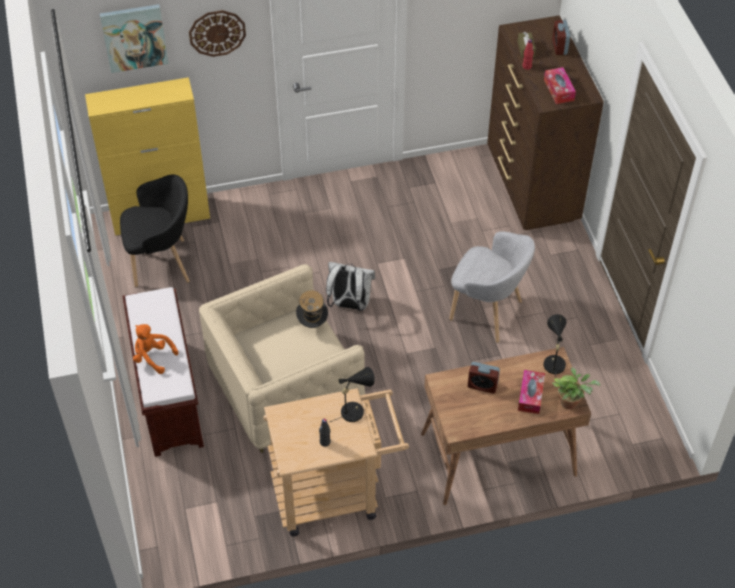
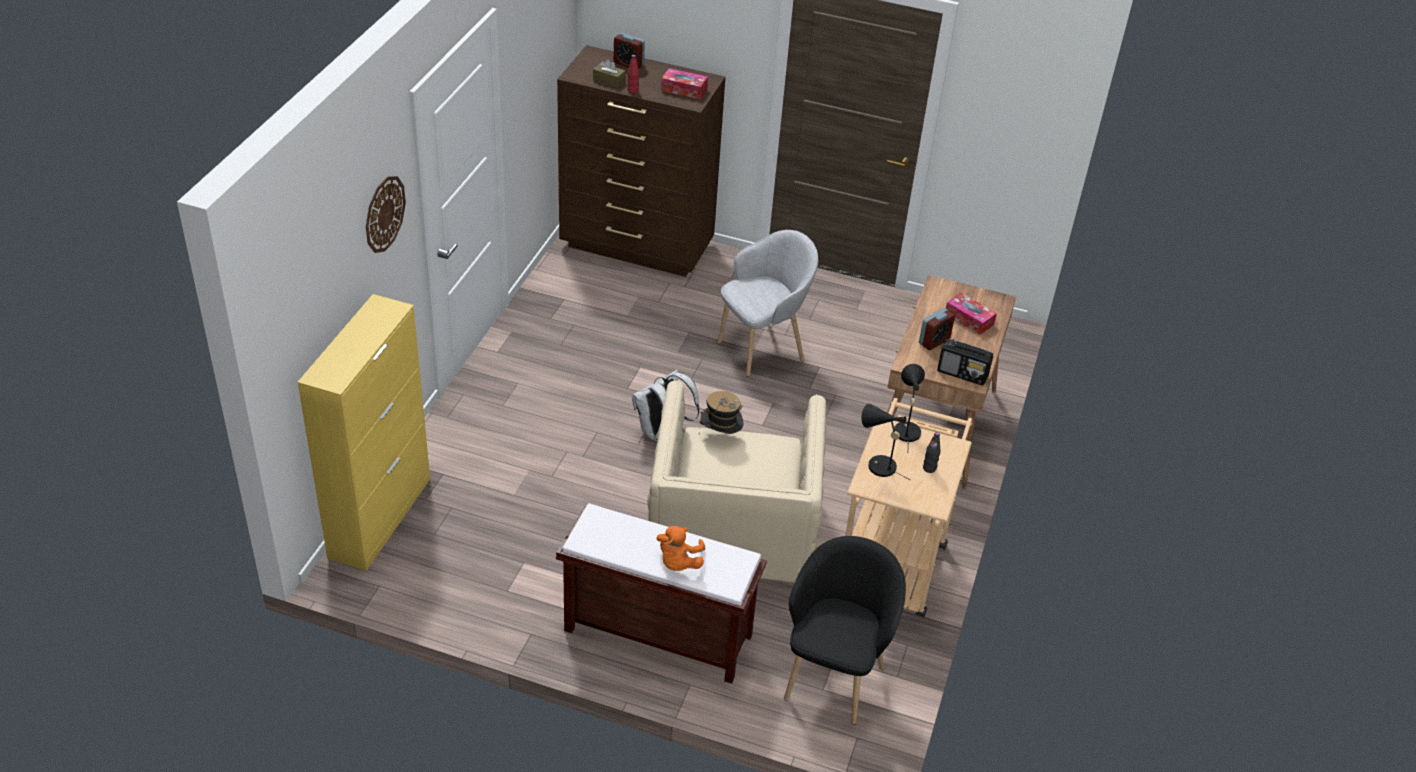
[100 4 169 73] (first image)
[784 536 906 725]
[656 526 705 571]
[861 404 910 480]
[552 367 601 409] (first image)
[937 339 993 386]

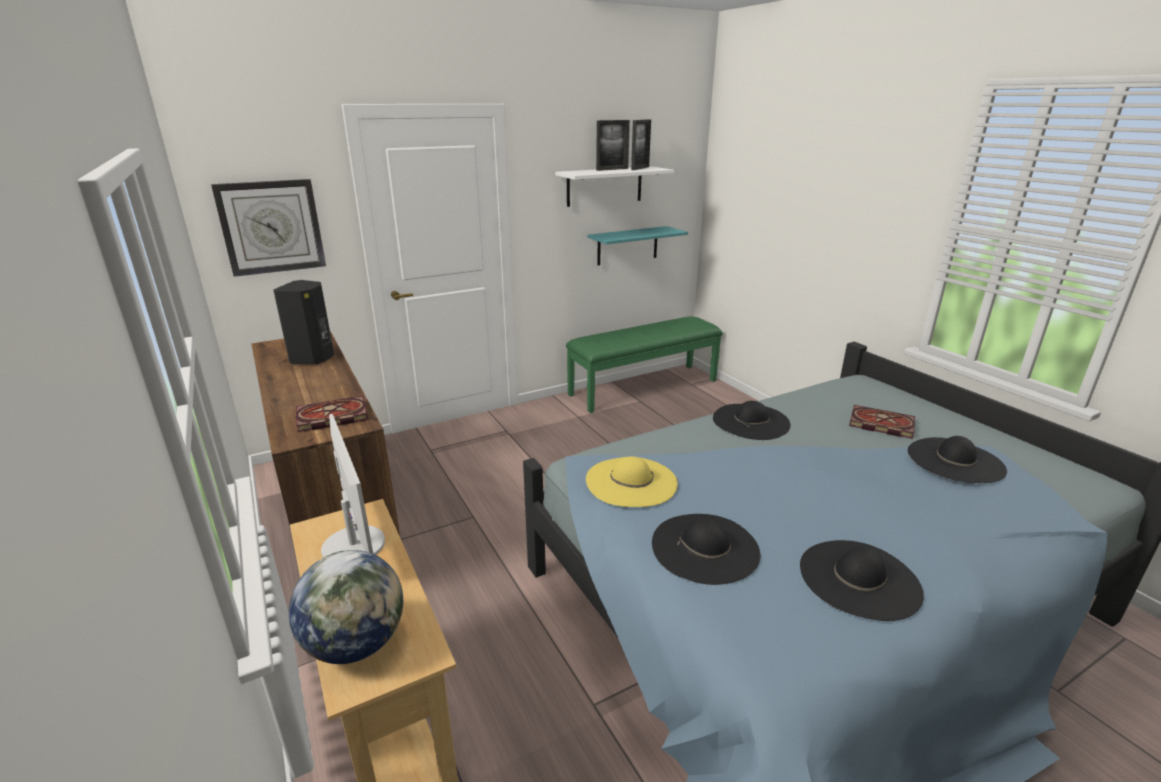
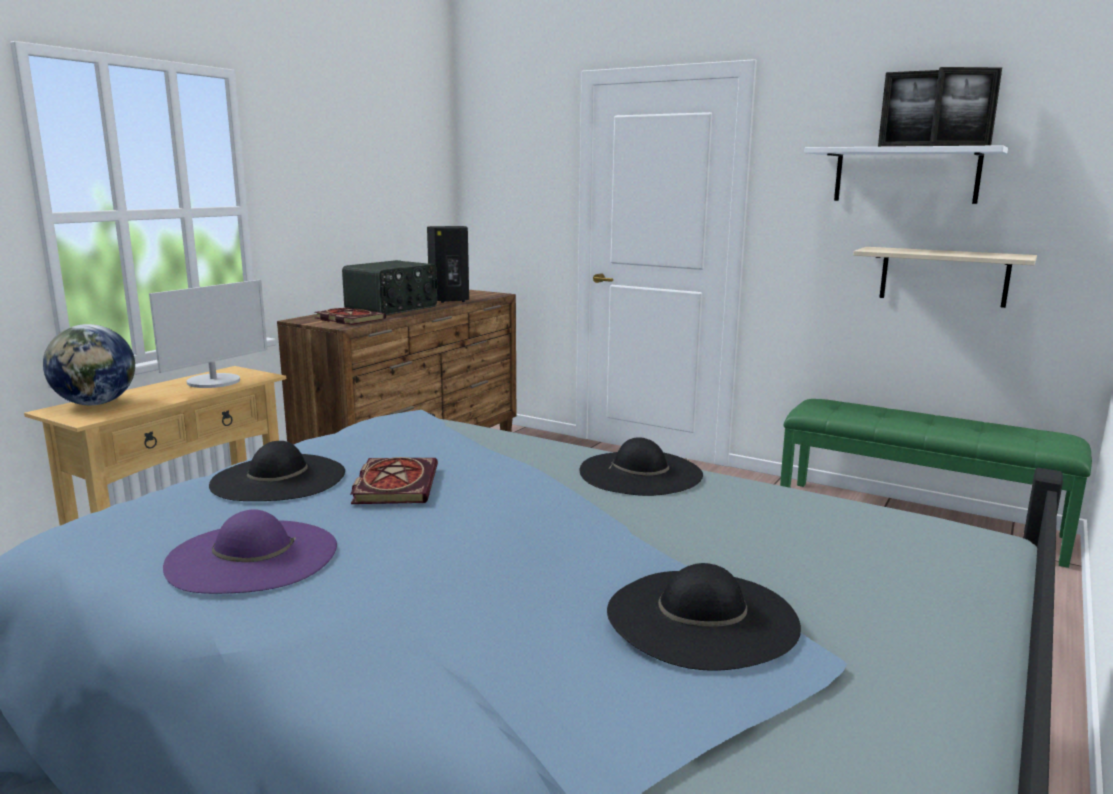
[211 179 326 277] (first image)
[586 456 678 507] (first image)
[853 247 1037 308]
[163 510 337 594]
[350 457 438 504]
[342 260 437 315]

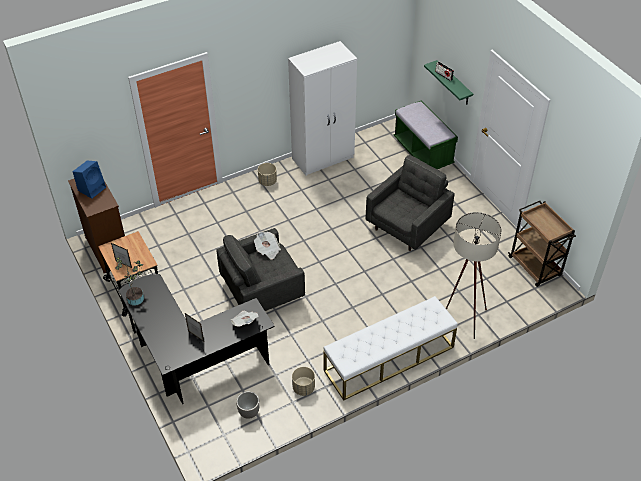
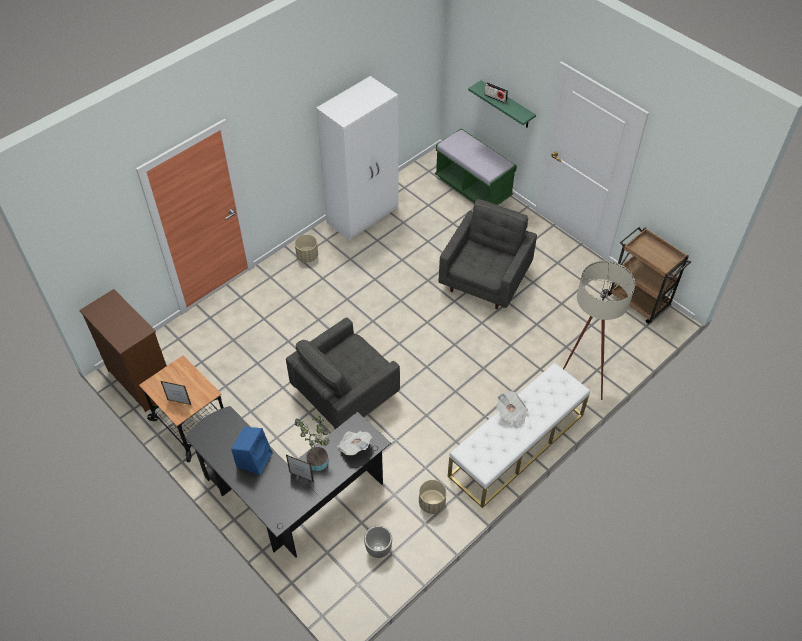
[231 427 273 475]
[295 416 330 471]
[497 391 528 427]

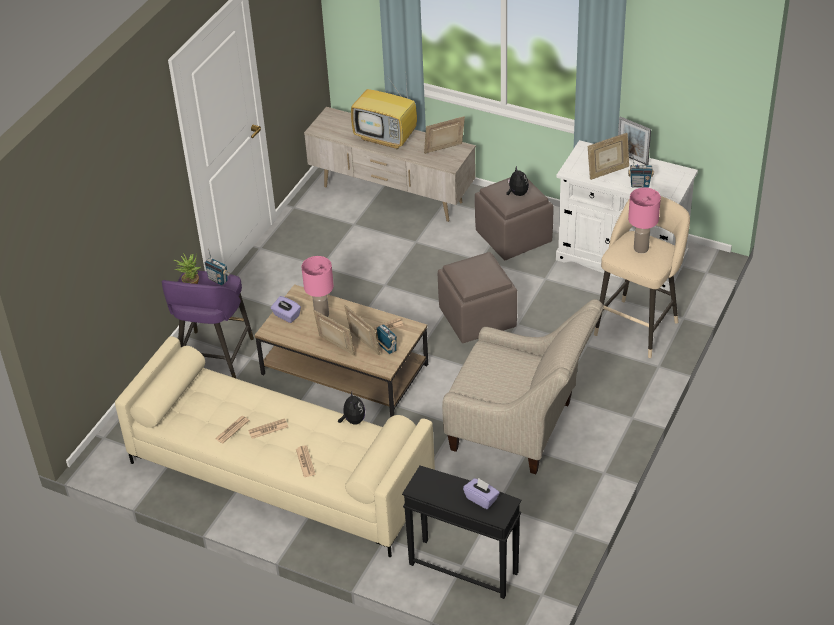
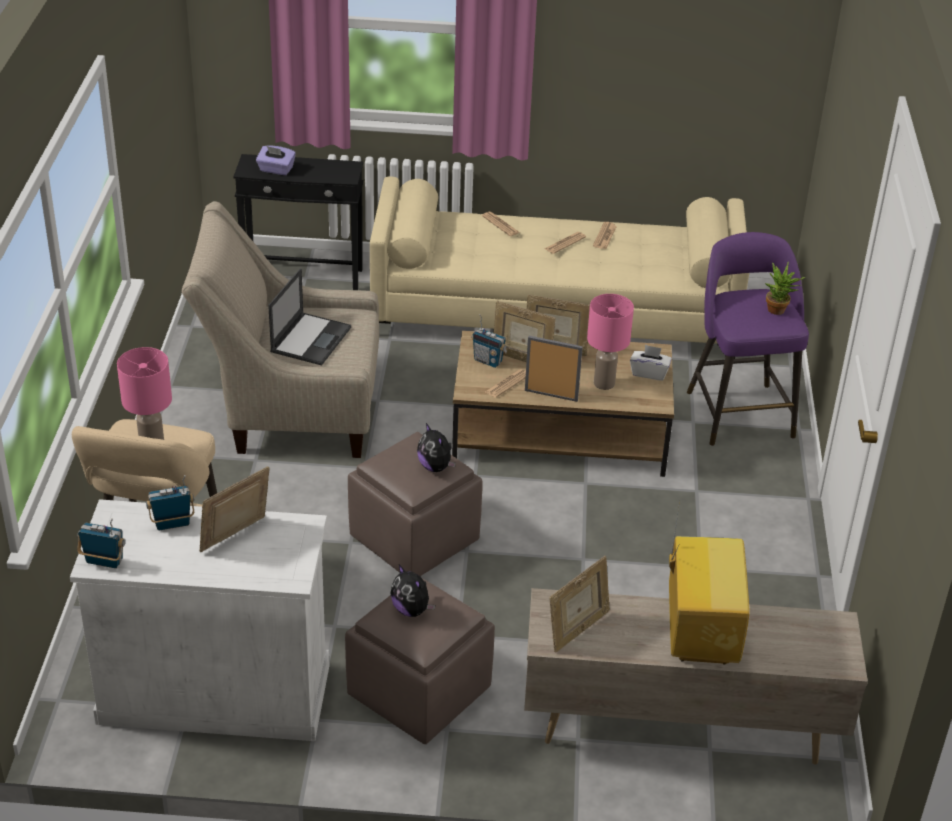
[77 518 126 568]
[630 345 672 381]
[417 423 456 472]
[669 501 750 665]
[525 336 583 402]
[268 268 351 366]

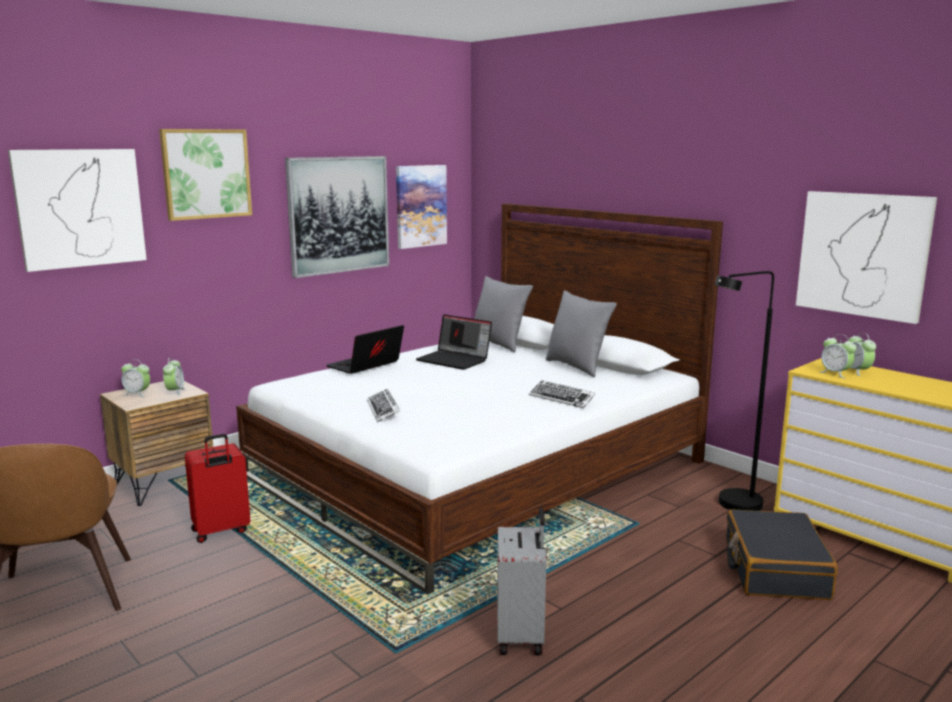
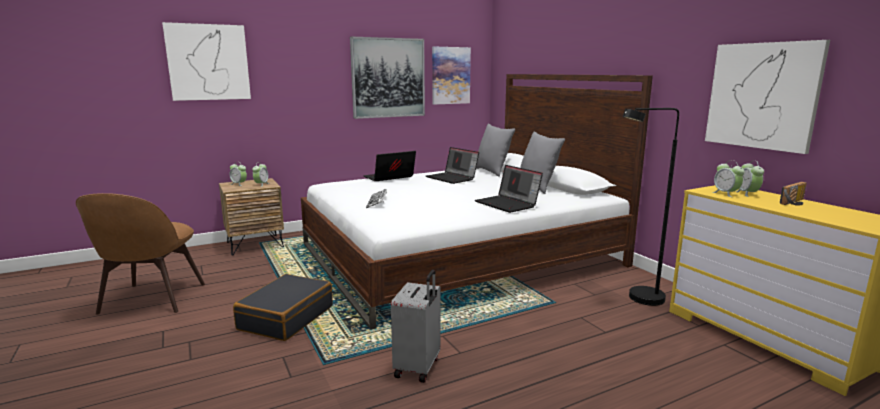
[159 129 252 221] (first image)
[185 434 250 543] (first image)
[475 165 543 213]
[233 274 333 341]
[780 182 807 206]

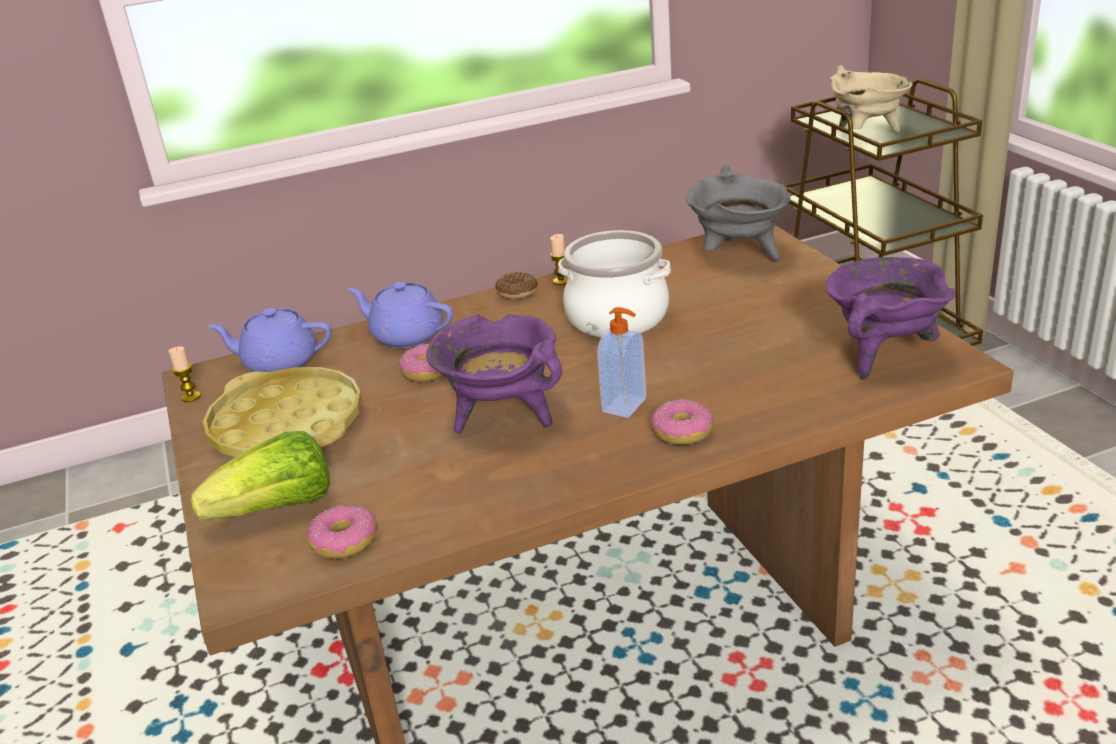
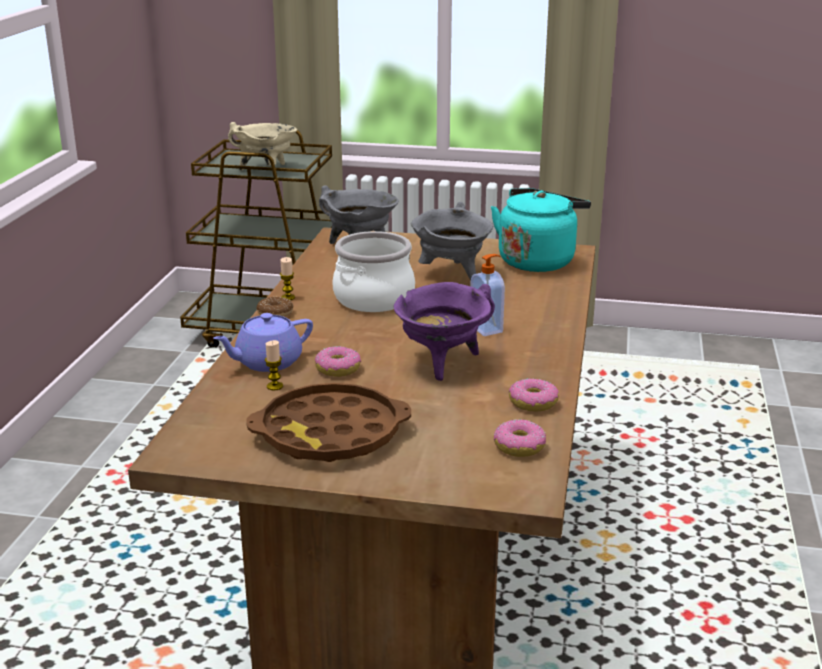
[265 340 283 390]
[191 431 330 521] (first image)
[246 383 411 462]
[207 308 332 372] (first image)
[508 378 559 411]
[491 188 591 272]
[411 202 493 280]

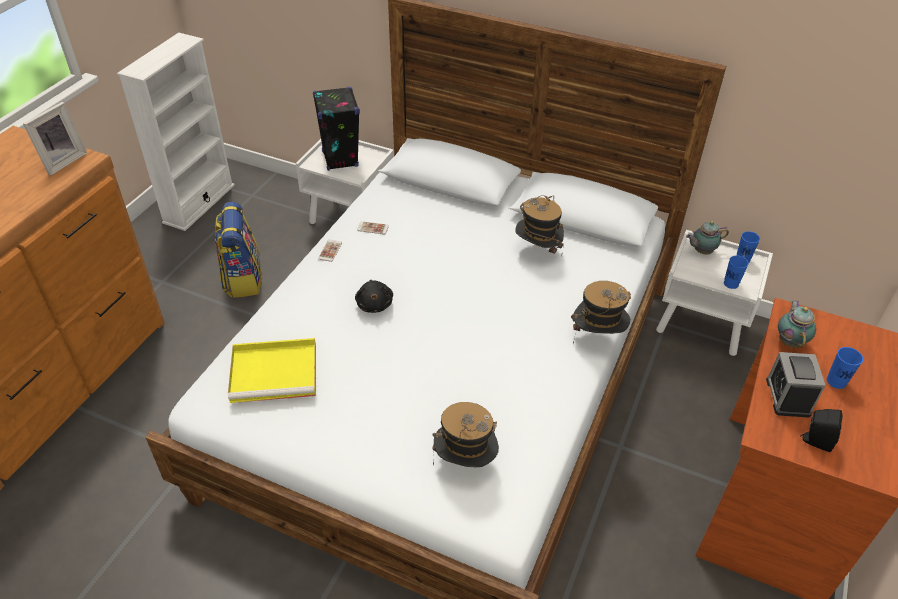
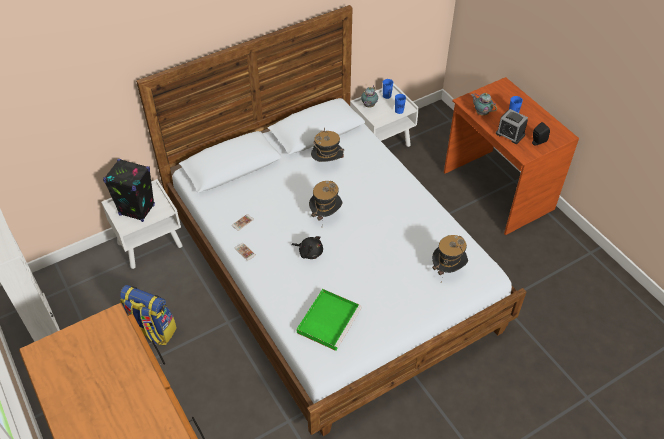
[23 102 87 176] (first image)
[297 289 362 351]
[309 181 343 221]

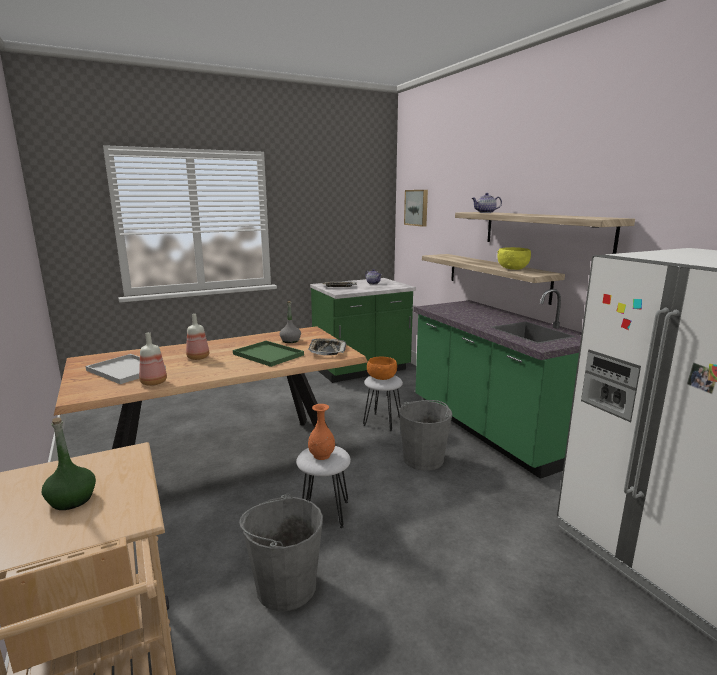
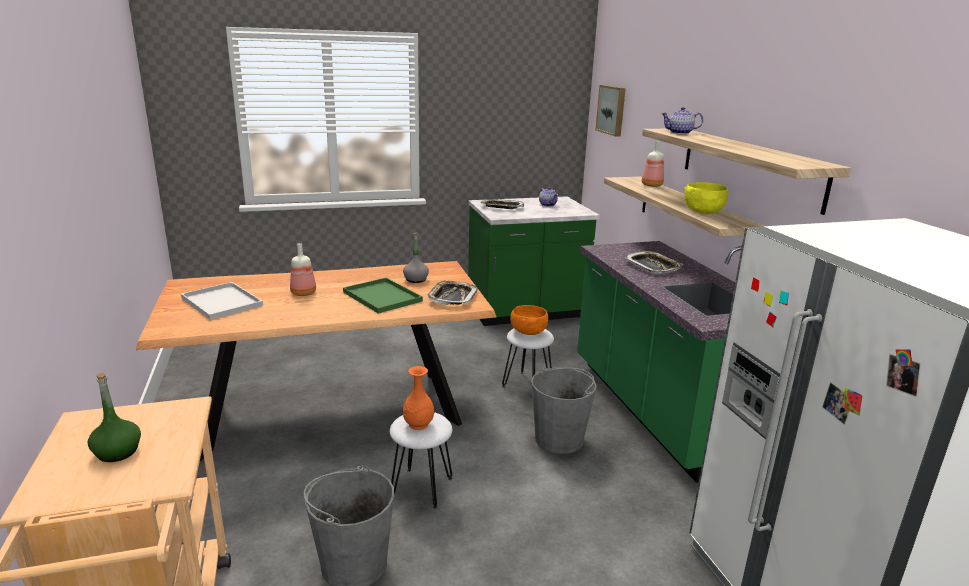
[642 141 664 187]
[624 251 684 274]

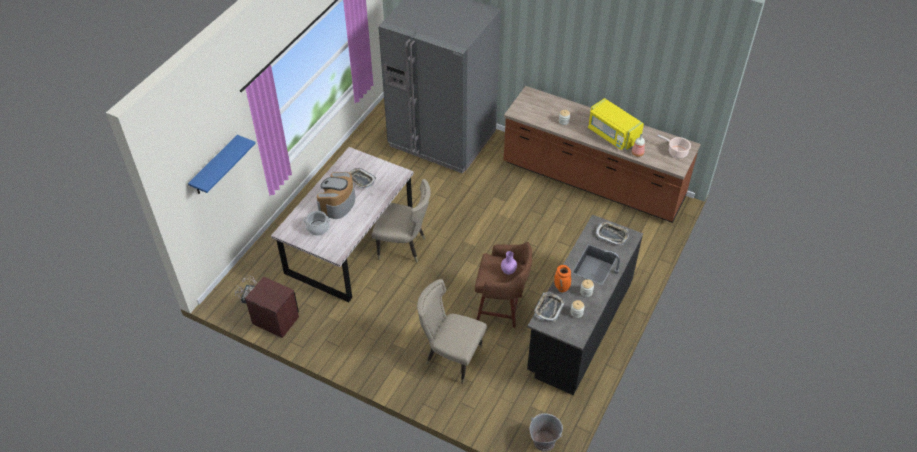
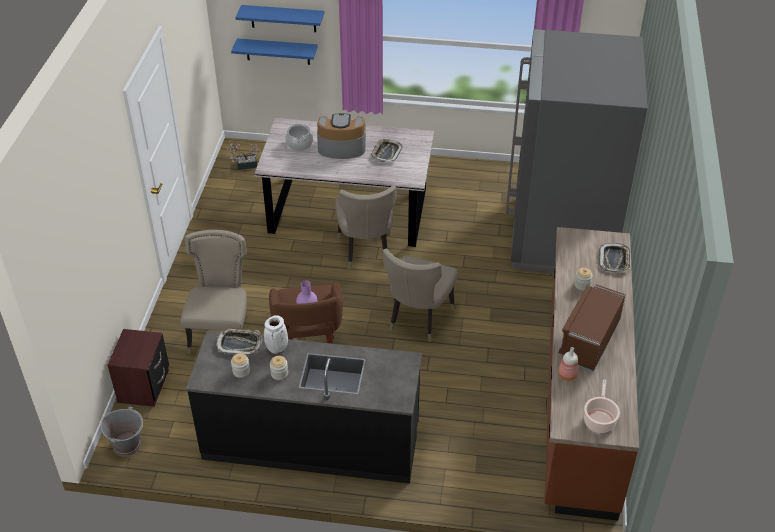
[107 329 169 407]
[264 315 288 354]
[559 284 626 372]
[599 243 630 273]
[231 38 318 65]
[383 249 458 342]

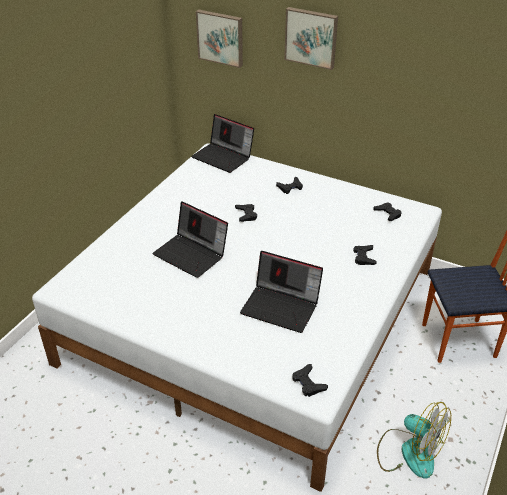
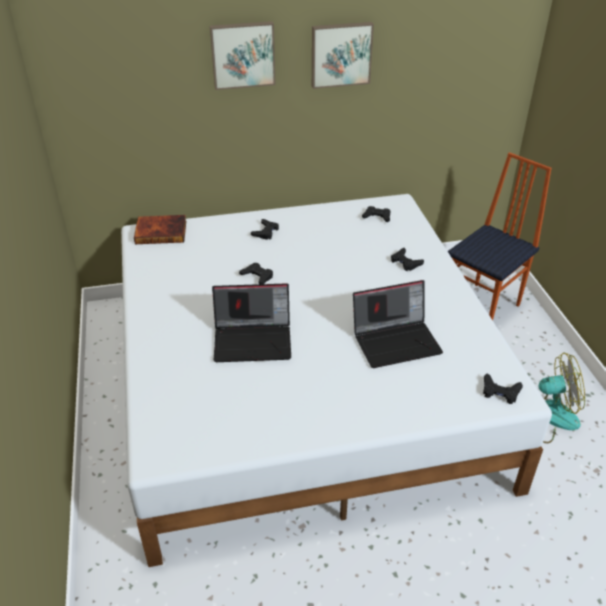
[134 215 186 244]
[312 22 374 89]

